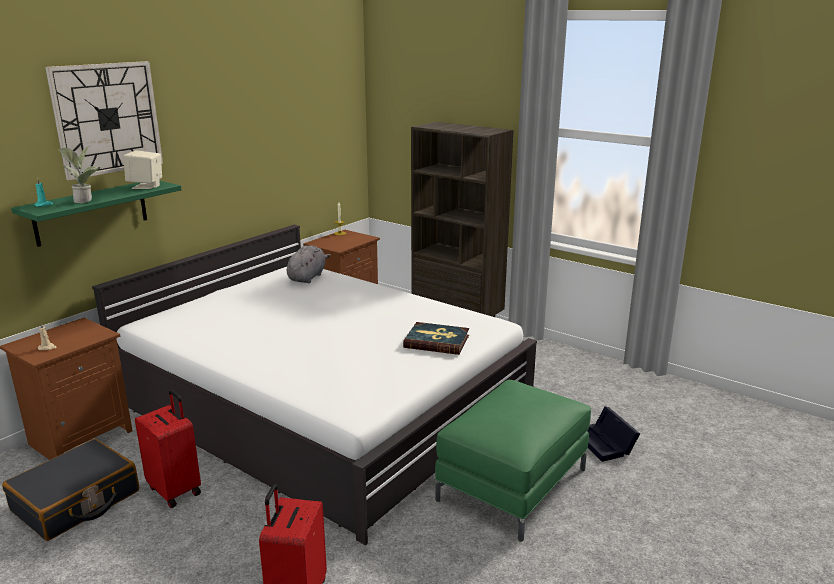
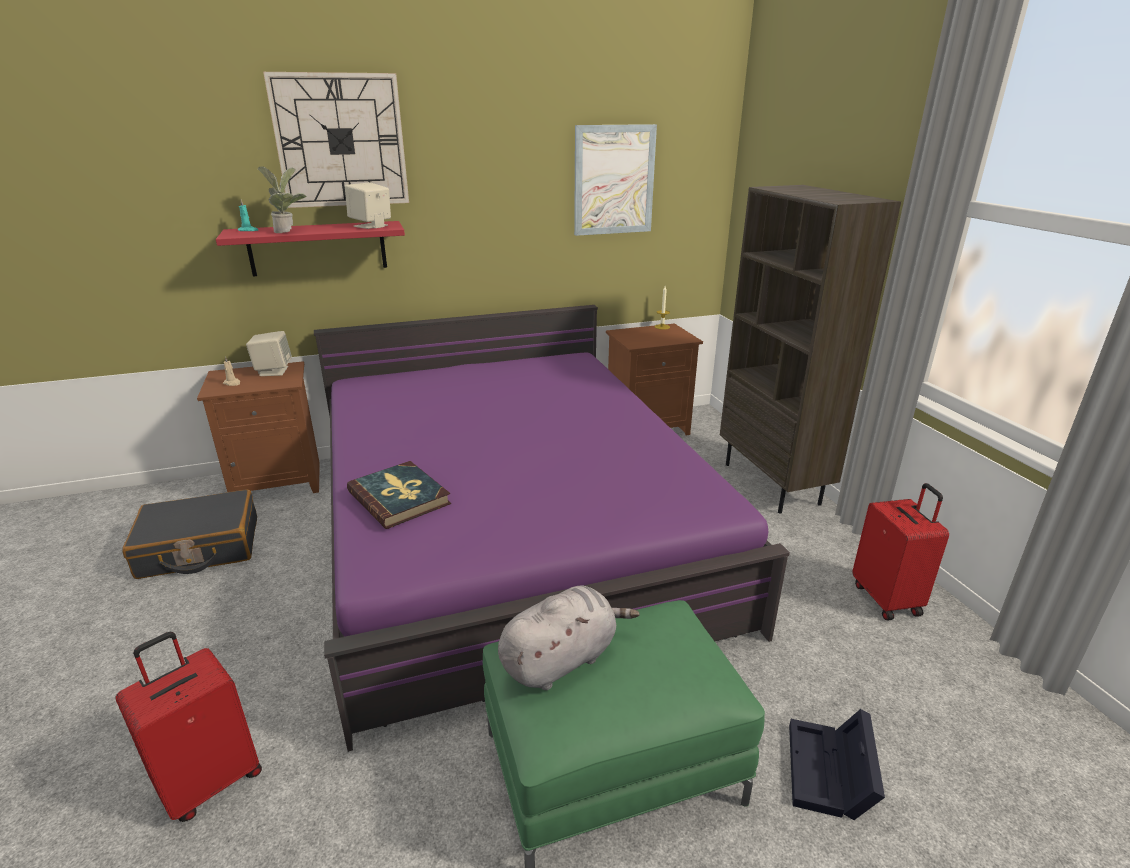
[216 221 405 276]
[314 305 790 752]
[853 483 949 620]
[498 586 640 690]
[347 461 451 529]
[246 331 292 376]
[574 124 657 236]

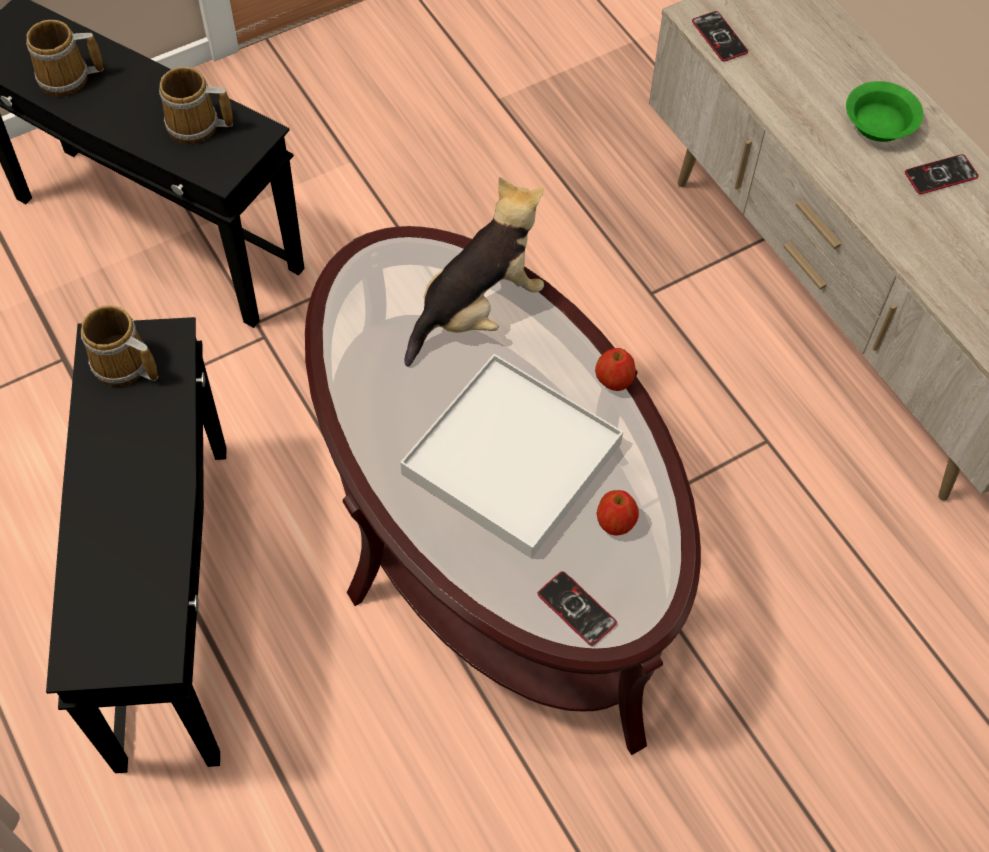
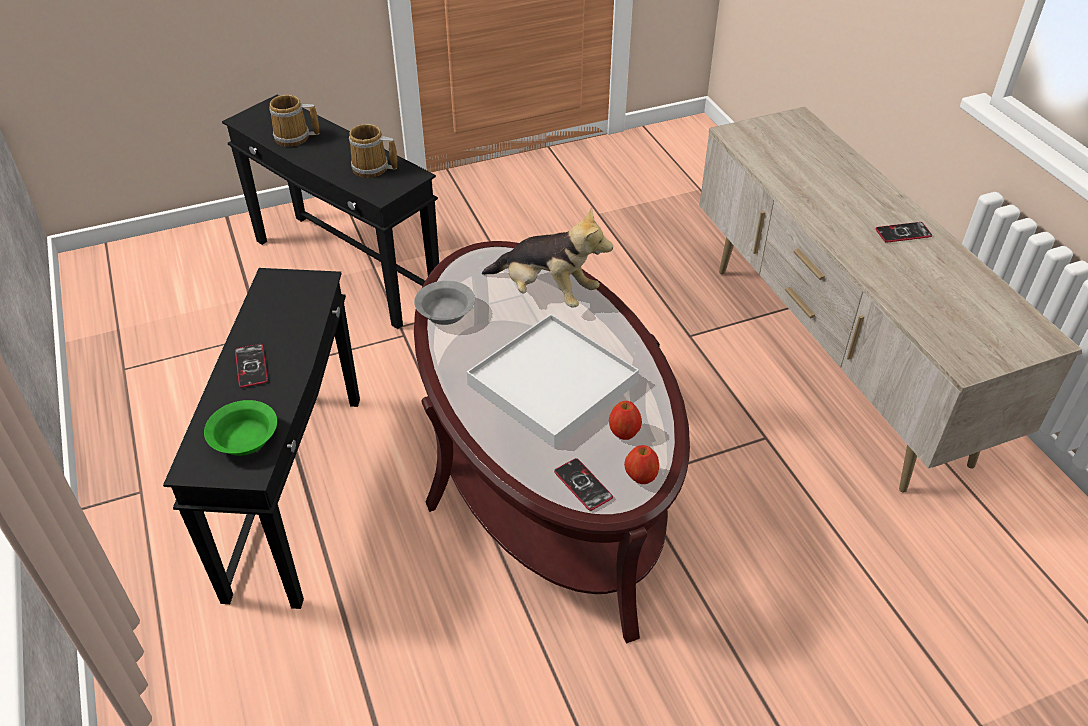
[81 305 158 387] (first image)
[482 207 613 308]
[624 445 659 484]
[235 344 268 388]
[204 400 277 456]
[414 281 475 325]

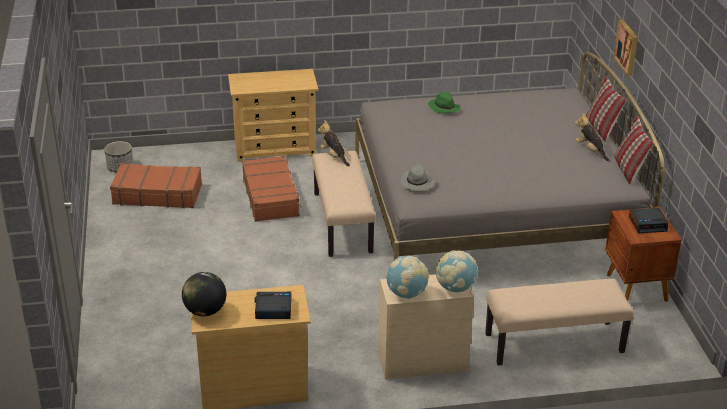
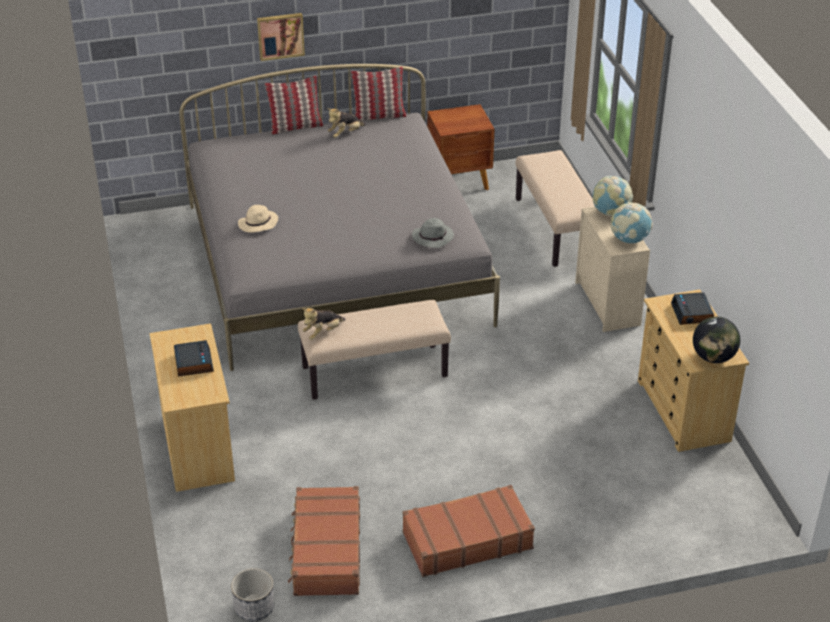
[403 485 535 577]
[238 205 278 233]
[174 340 214 377]

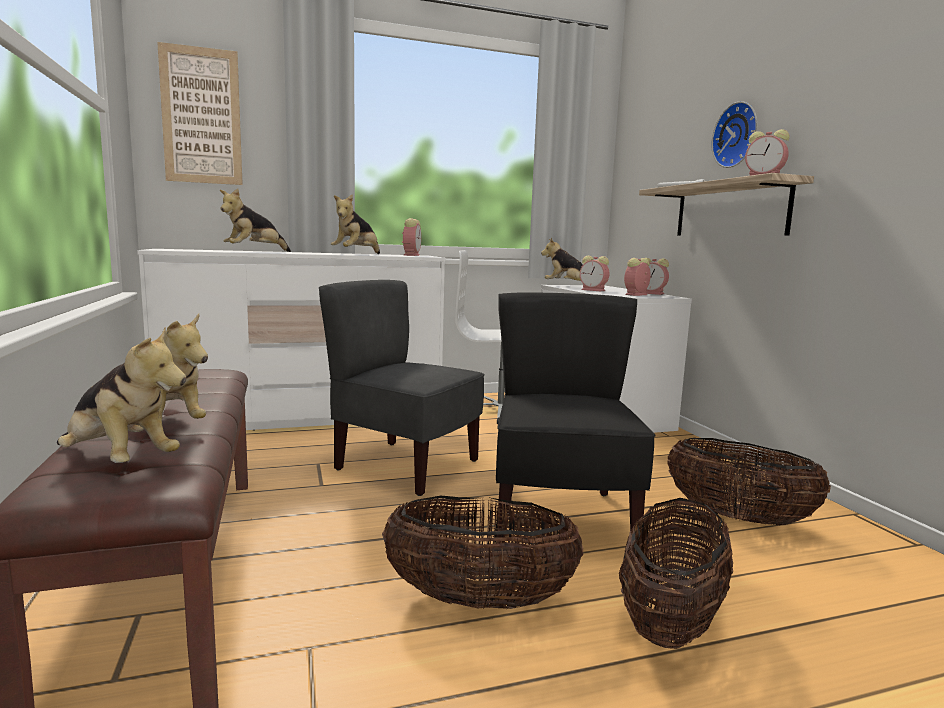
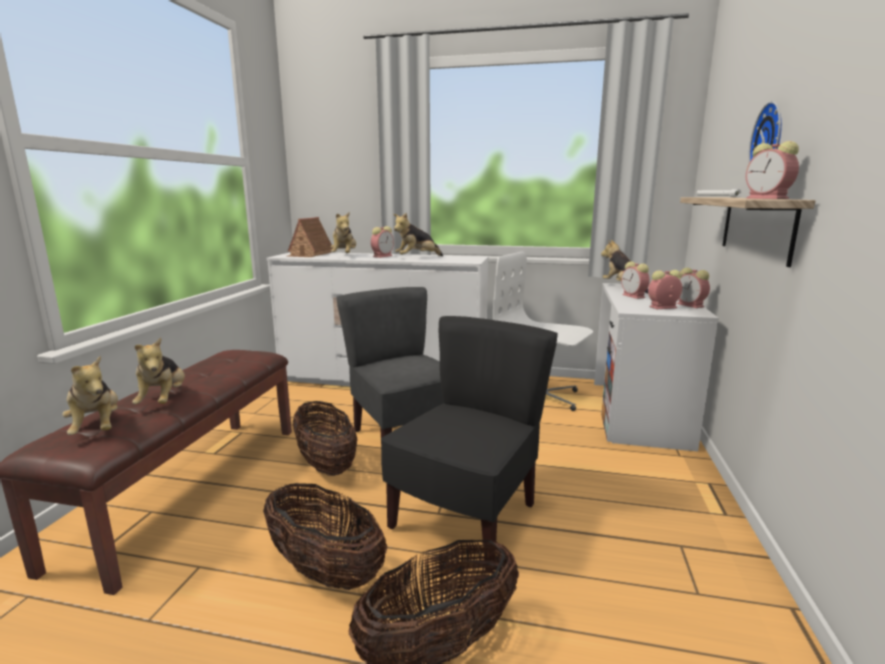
[157 42 243 185] (first image)
[331 212 356 253]
[371 226 394 258]
[293 401 358 476]
[288 217 333 257]

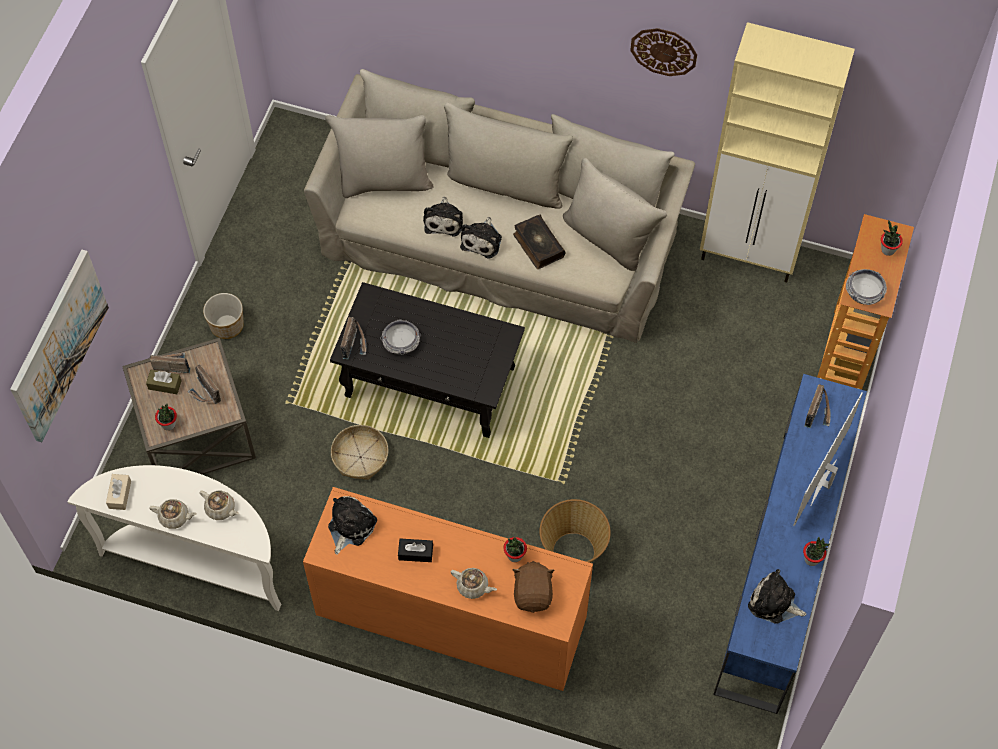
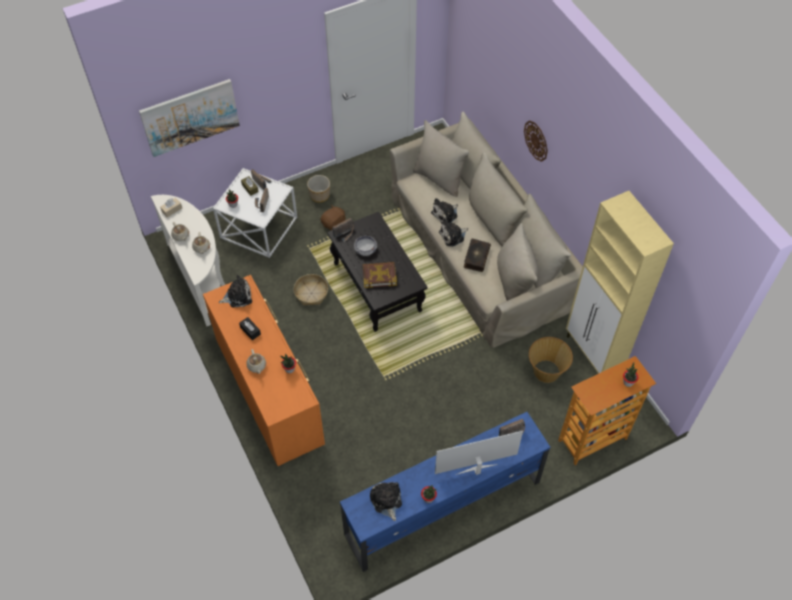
[213 168 297 258]
[321 205 346 230]
[529 337 573 383]
[524 120 548 162]
[846 269 887 305] (first image)
[363 262 397 288]

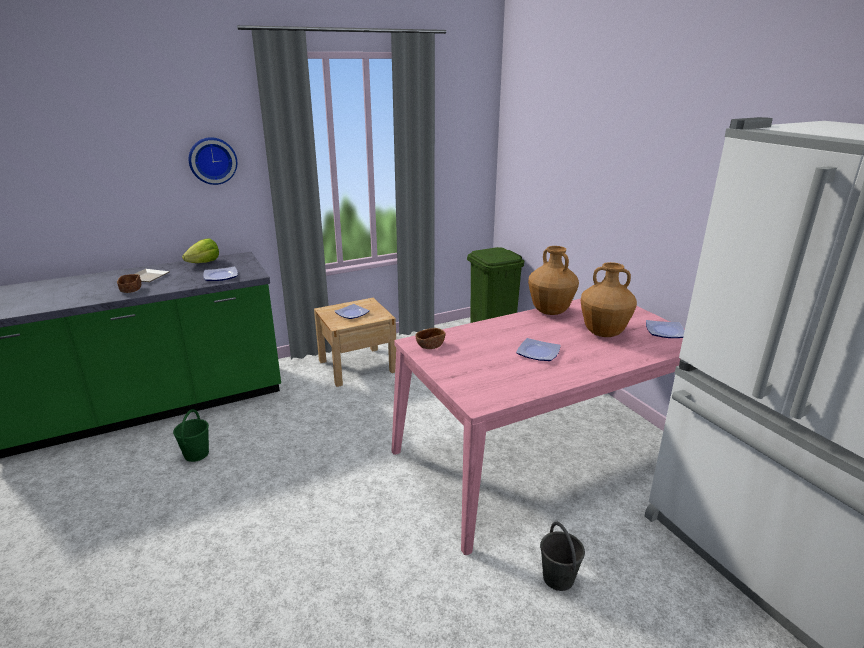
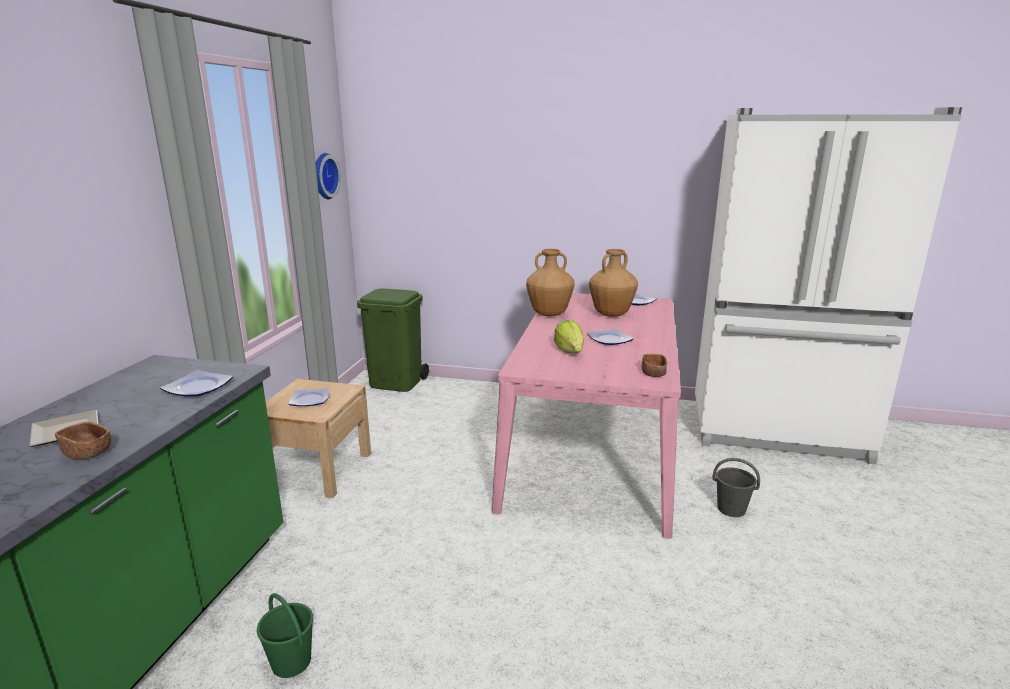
[554 320 584 353]
[316 153 341 199]
[642 354 667 377]

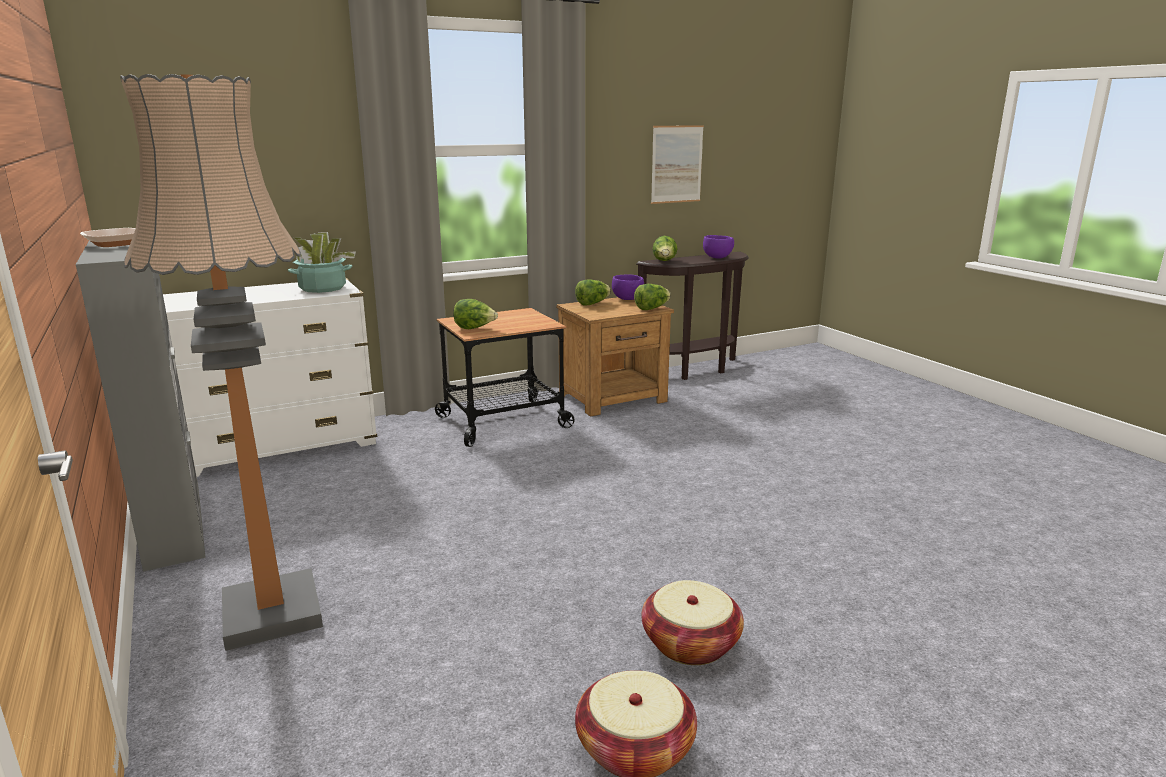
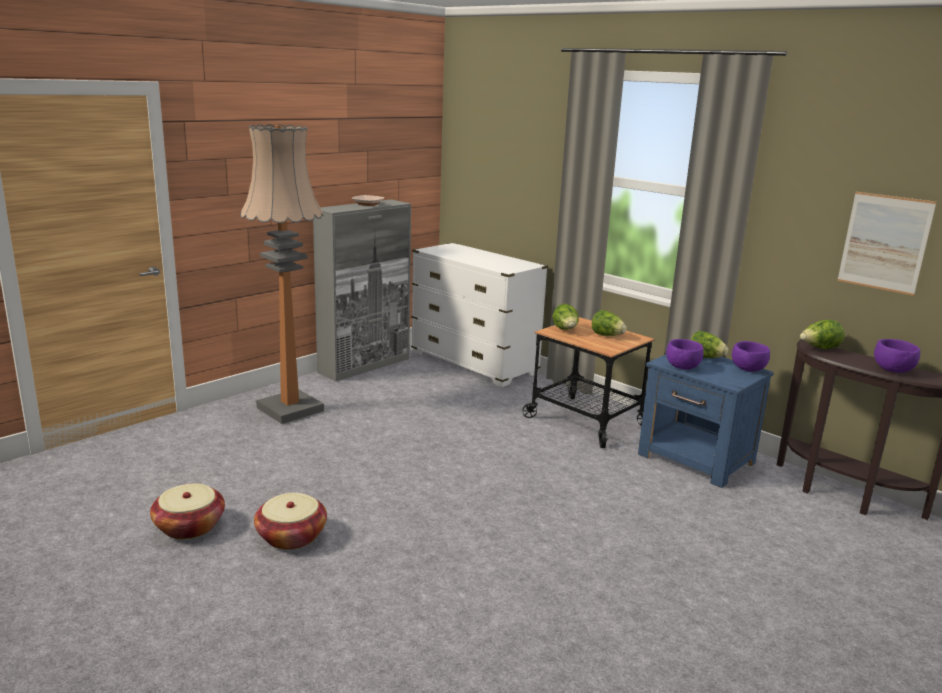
[288 232 356 293] (first image)
[638 355 774 488]
[592 310 627 336]
[666 339 704 370]

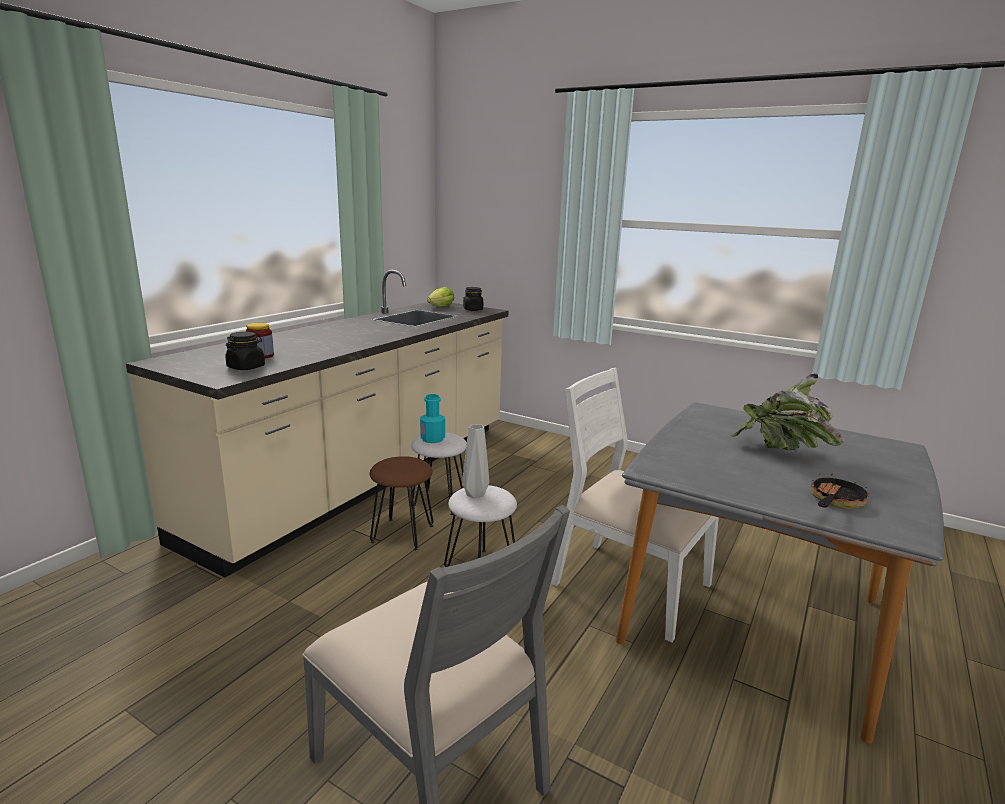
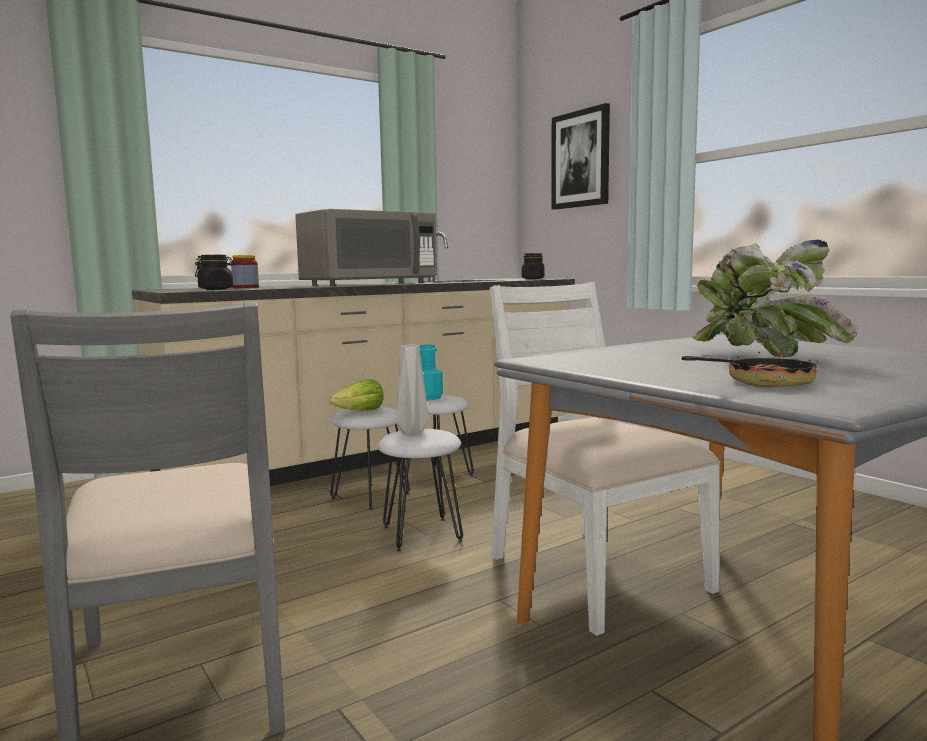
[330 407 410 510]
[329 379 384 411]
[295 209 437 286]
[551 103 610 210]

